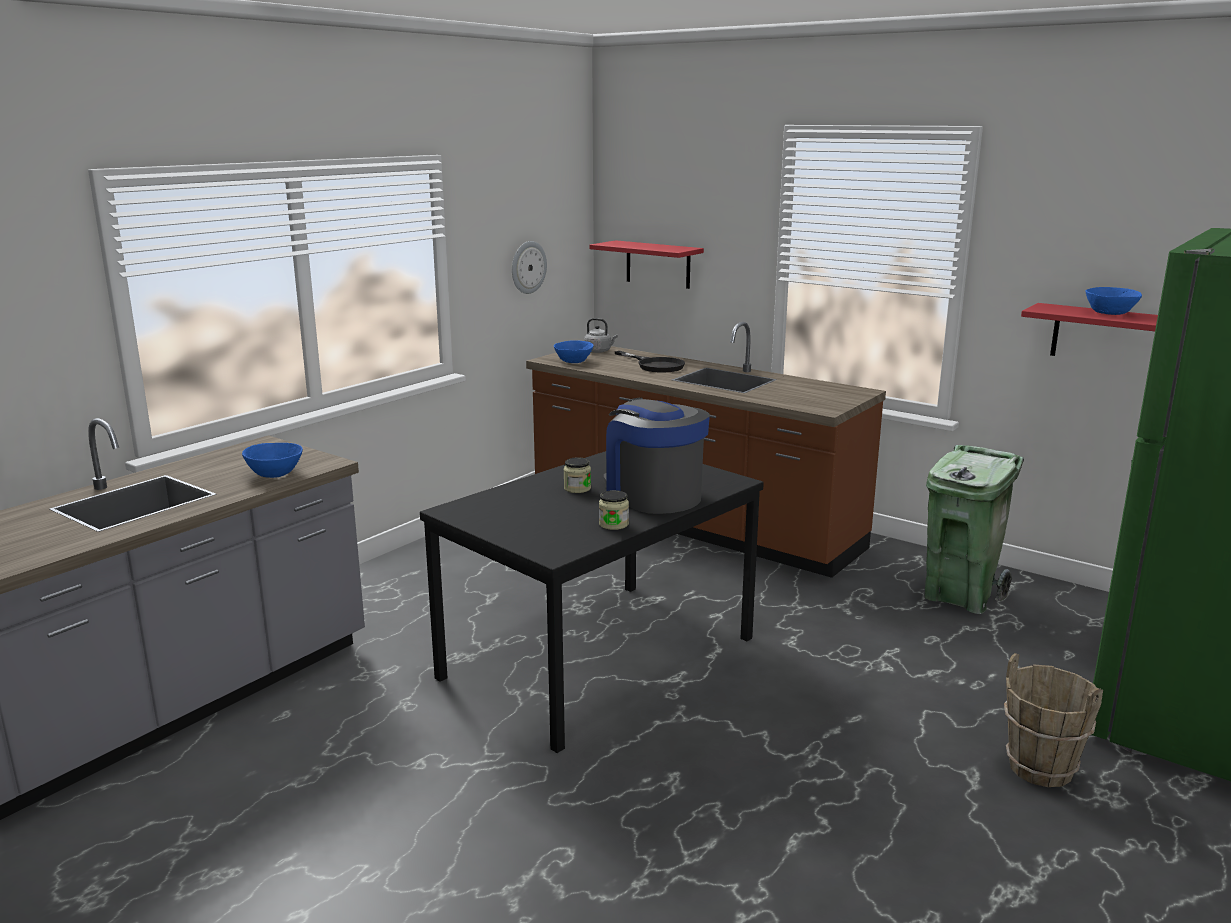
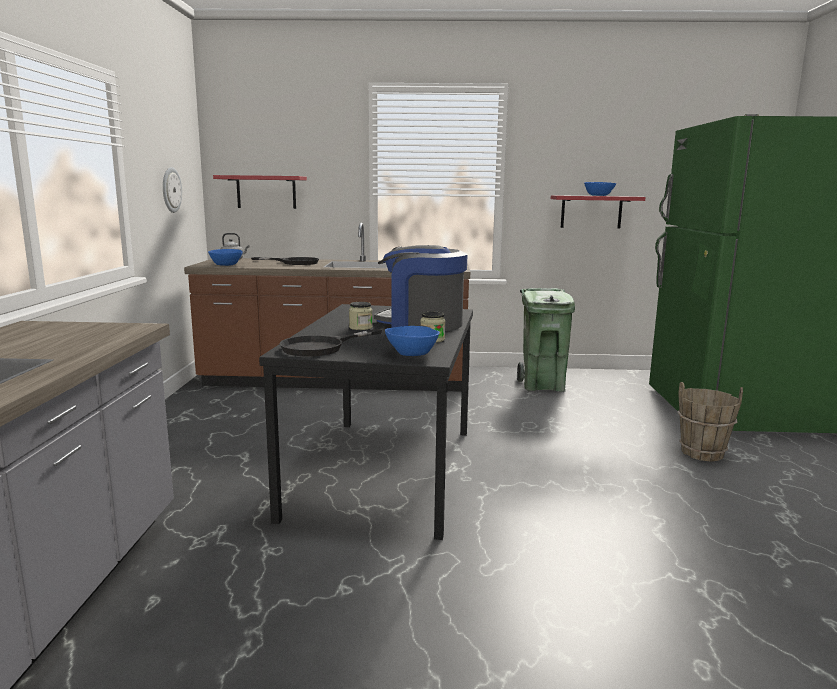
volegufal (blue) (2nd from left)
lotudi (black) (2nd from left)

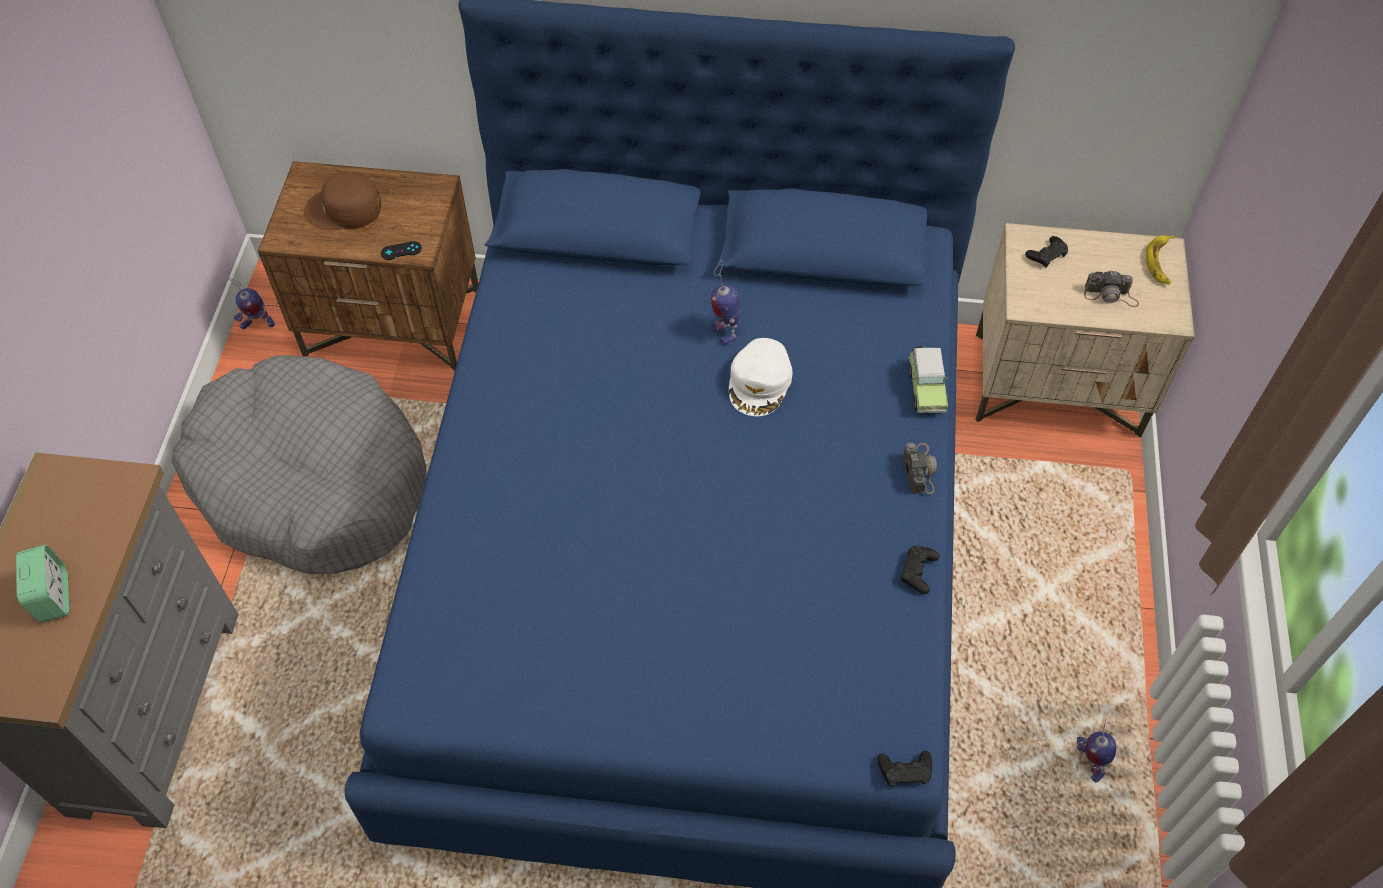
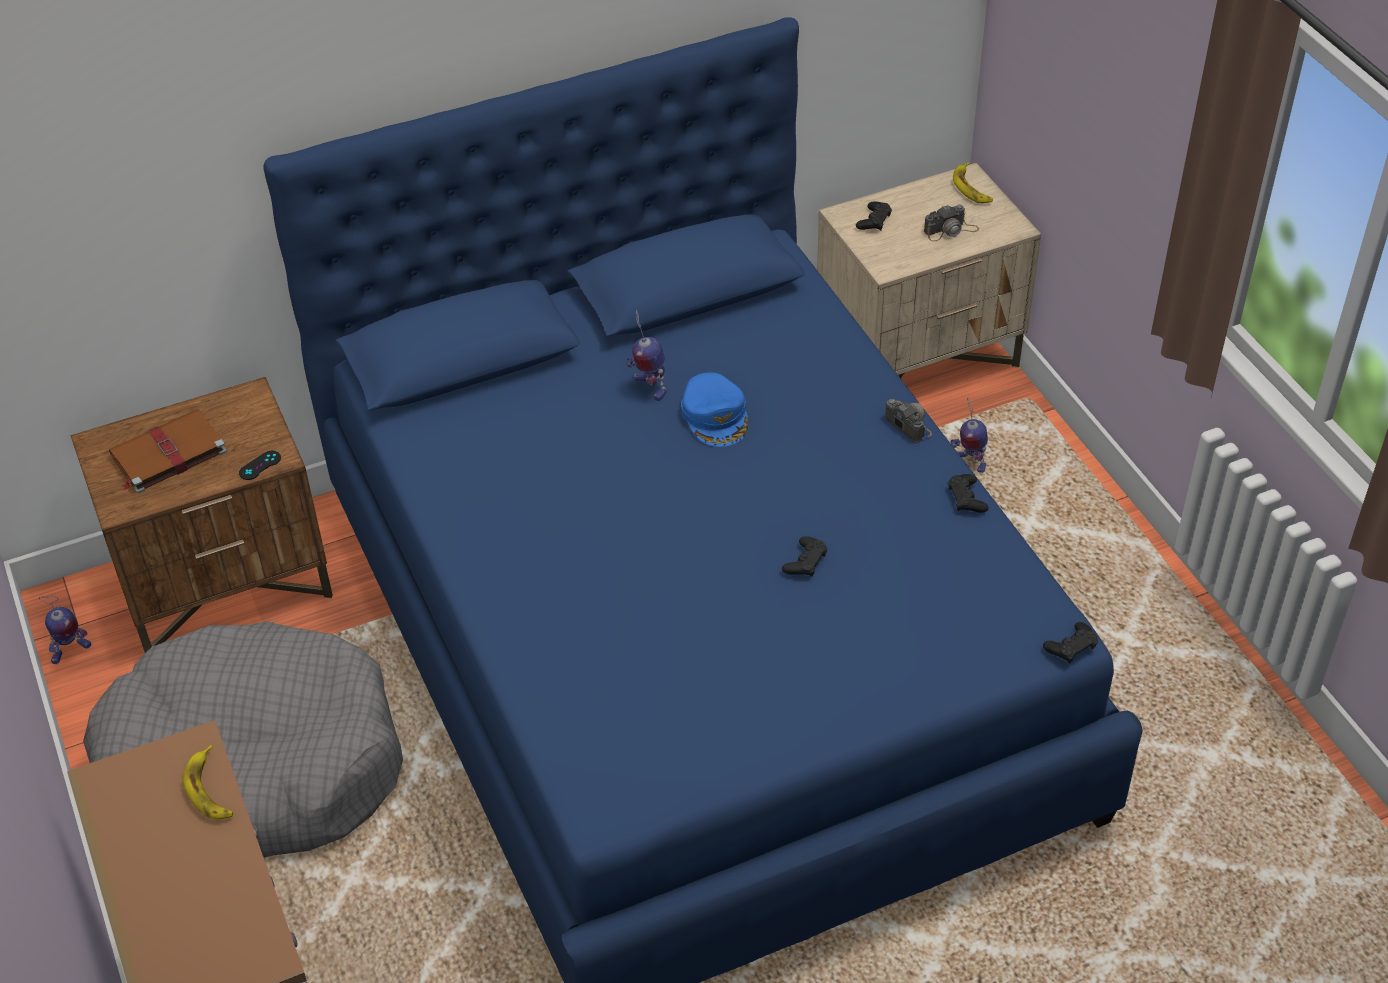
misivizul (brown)
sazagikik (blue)
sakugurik
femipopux
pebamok (3rd from left)
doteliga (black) (2nd from left)
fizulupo (1st from left)

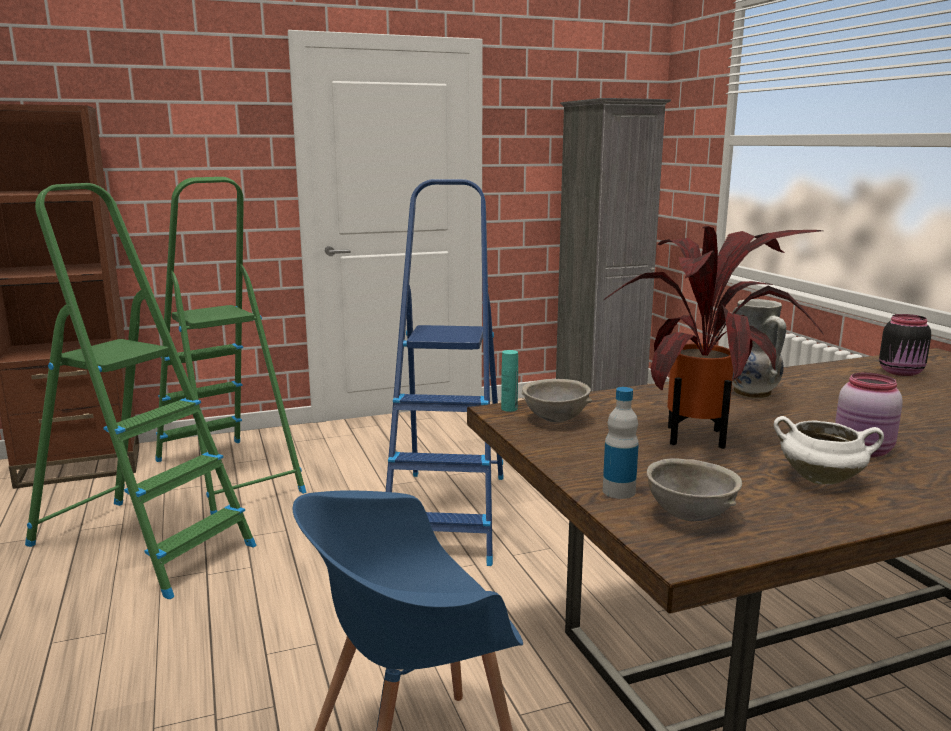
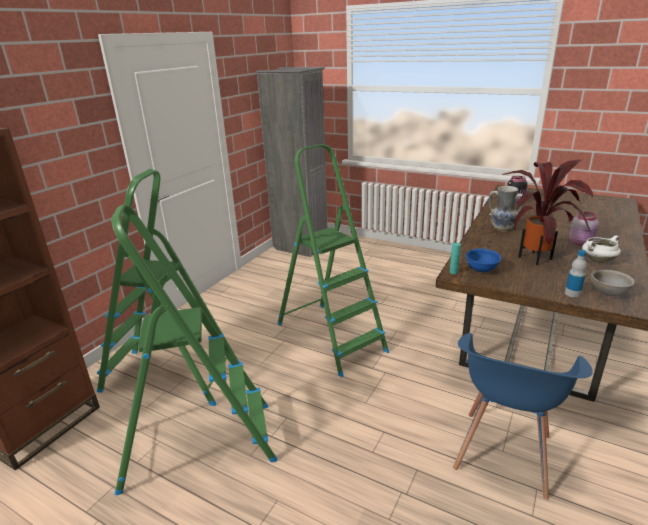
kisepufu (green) (3rd from left)
volegufal (blue)

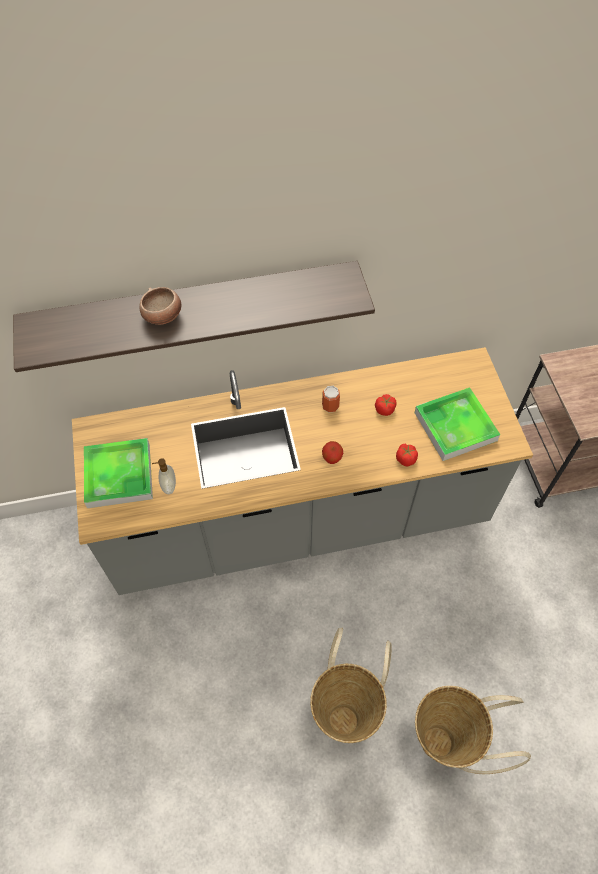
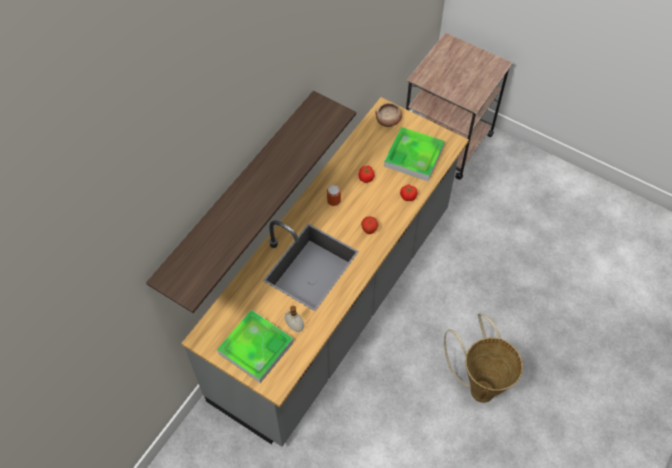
volegufal
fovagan (2nd from left in the first image)

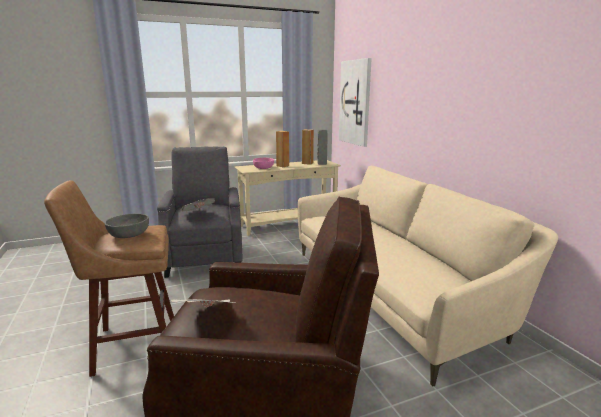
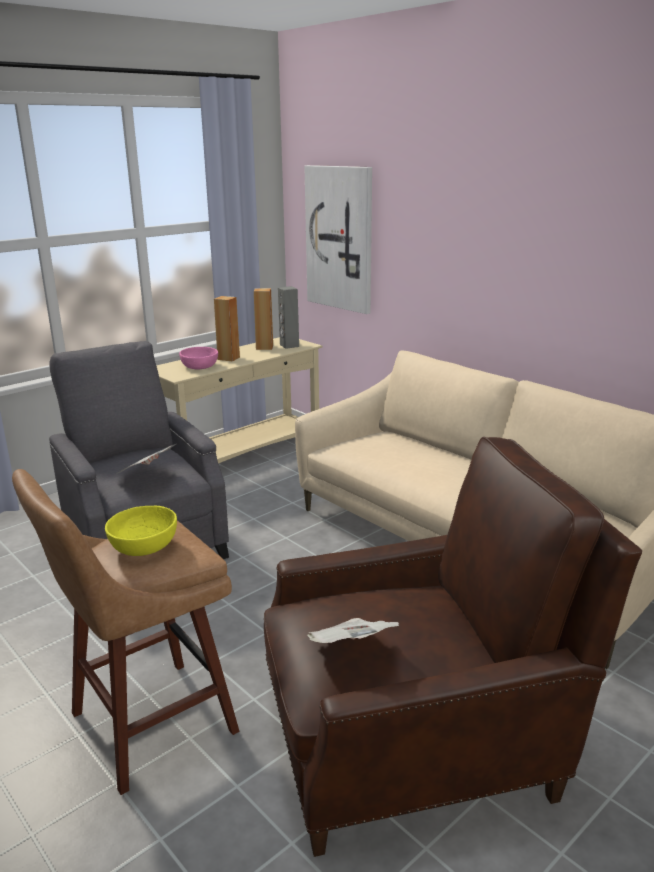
volegufal (yellow)

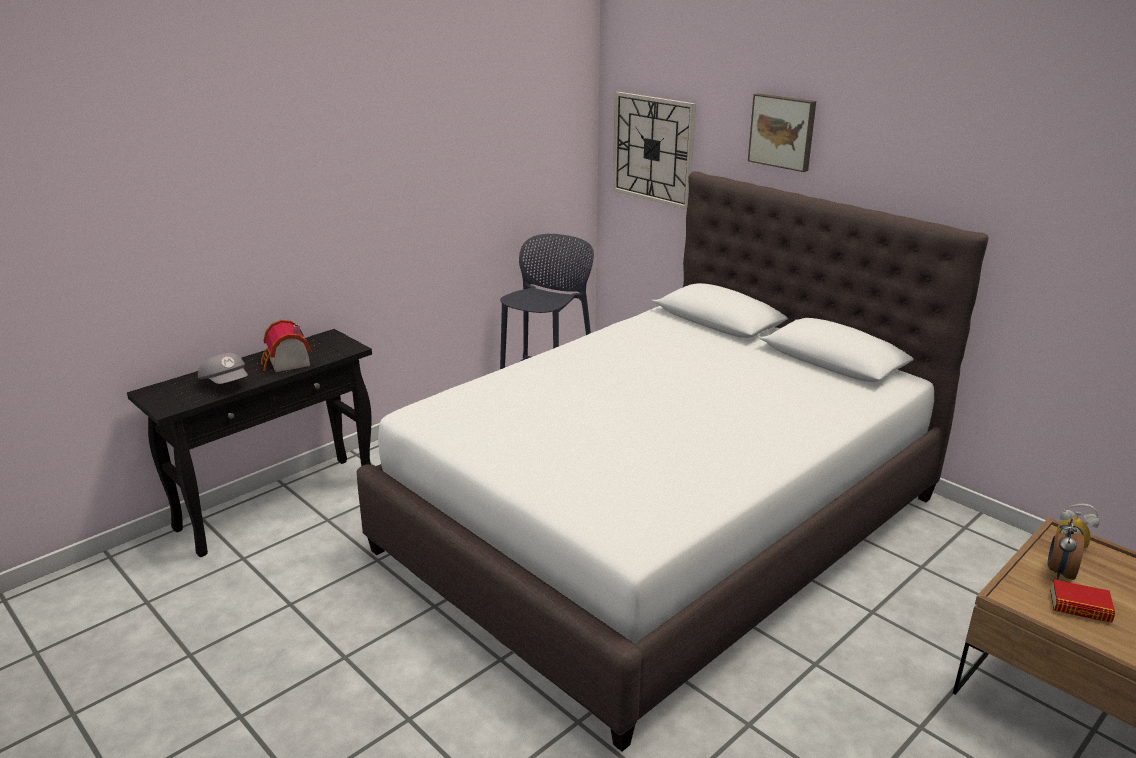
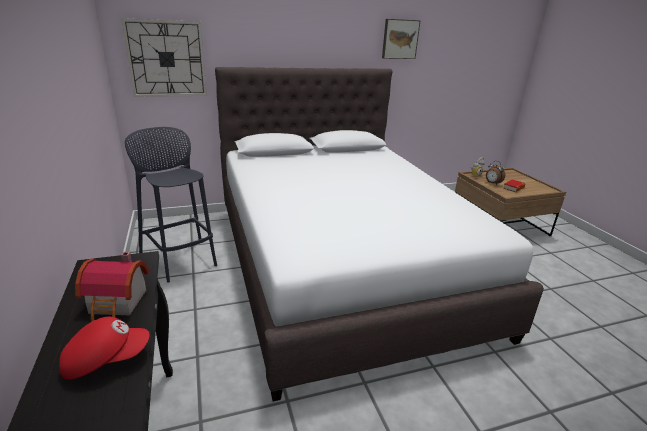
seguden
sazagikik (red)

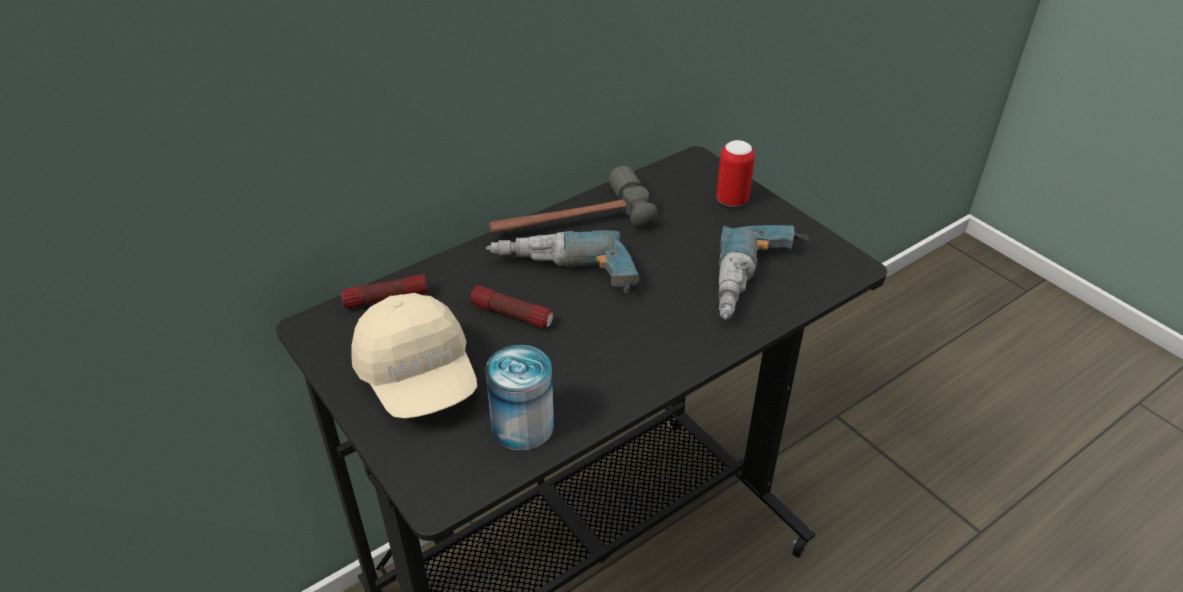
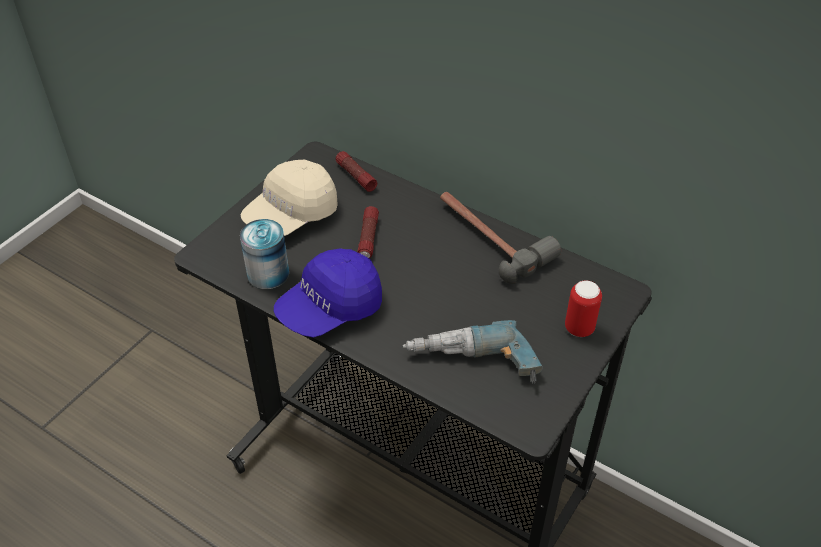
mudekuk (1st from left in the first image)
sazagikik (blue)

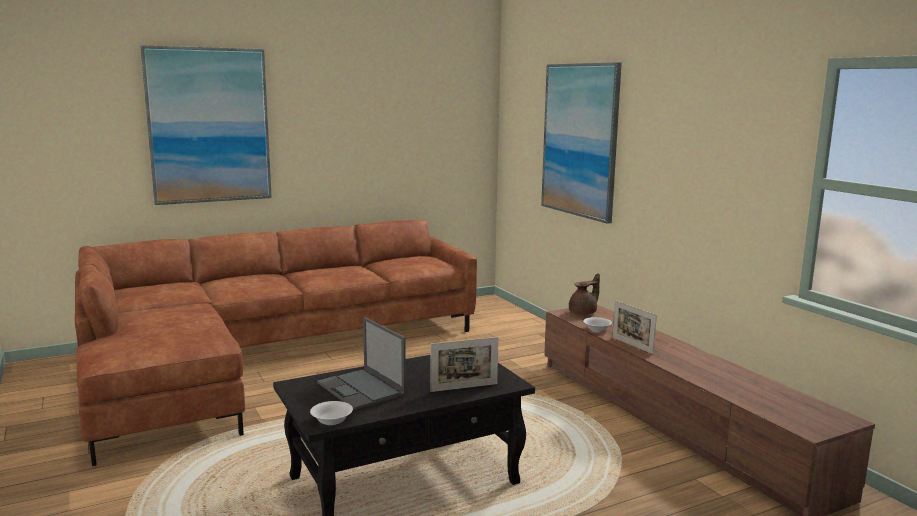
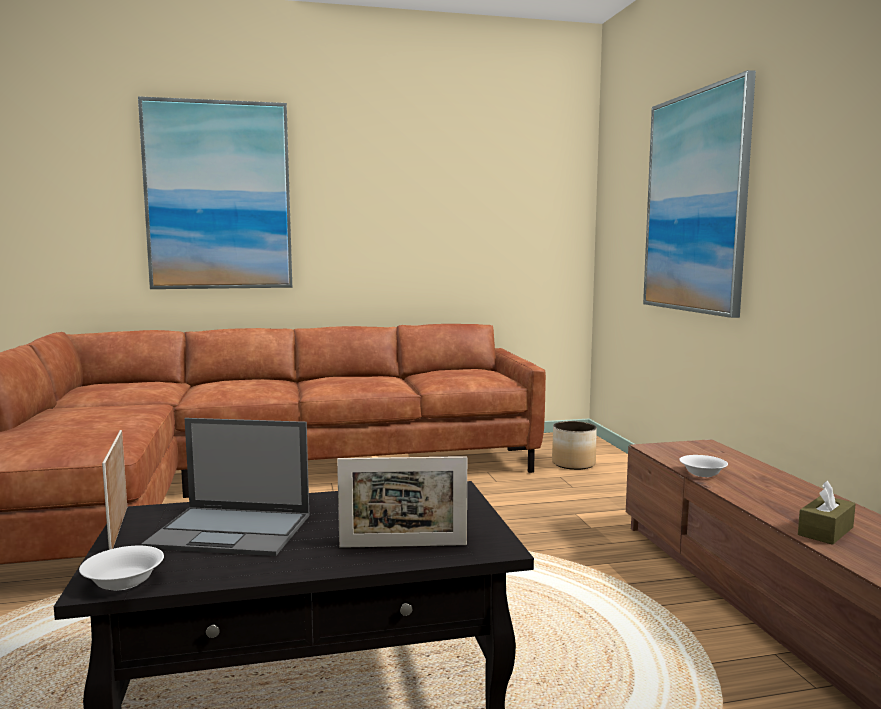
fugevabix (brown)
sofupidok (1st from left)
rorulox
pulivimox
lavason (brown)

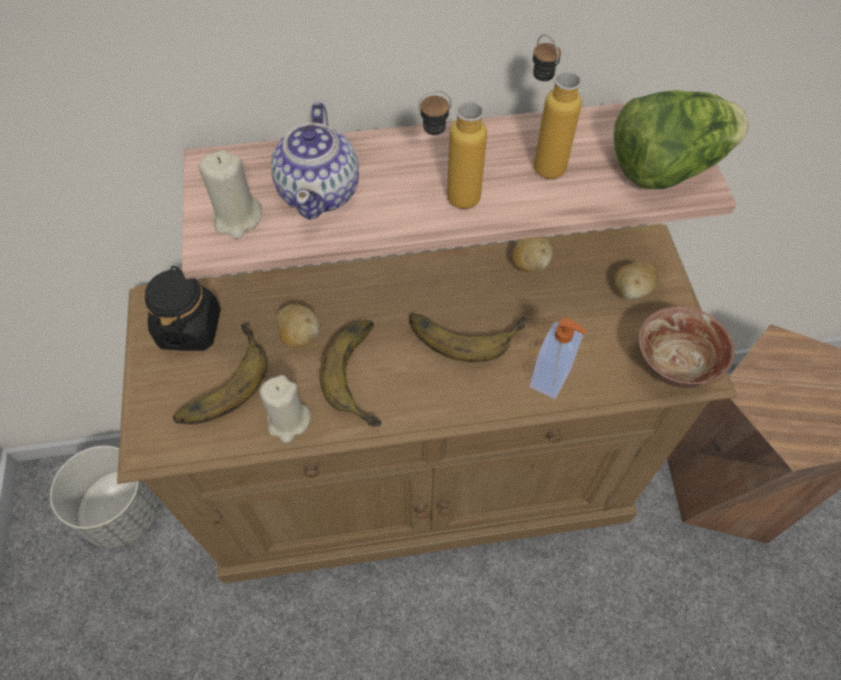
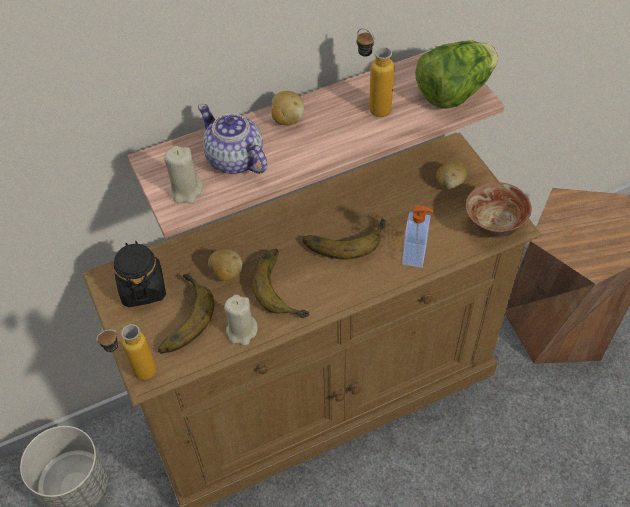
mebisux (1st from left)
fugevabix
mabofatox (2nd from left)

